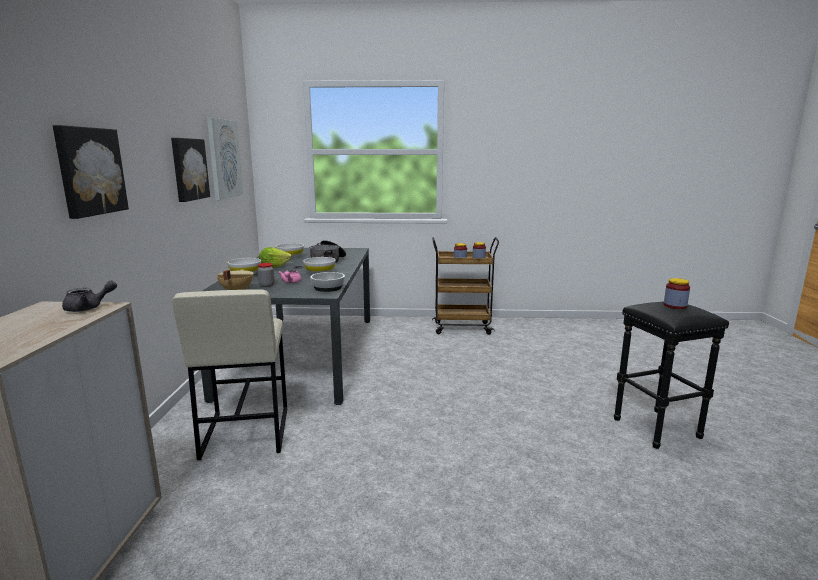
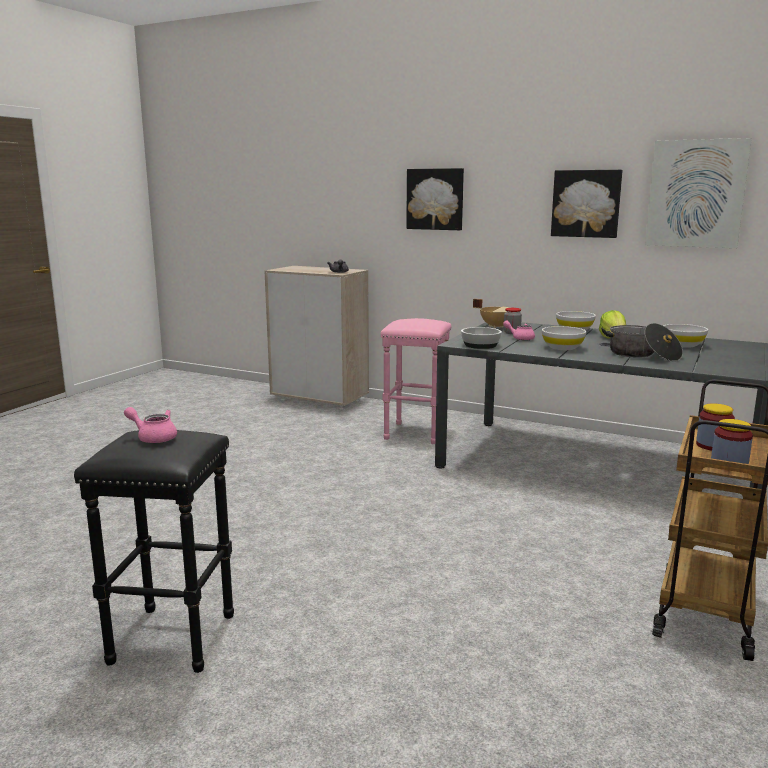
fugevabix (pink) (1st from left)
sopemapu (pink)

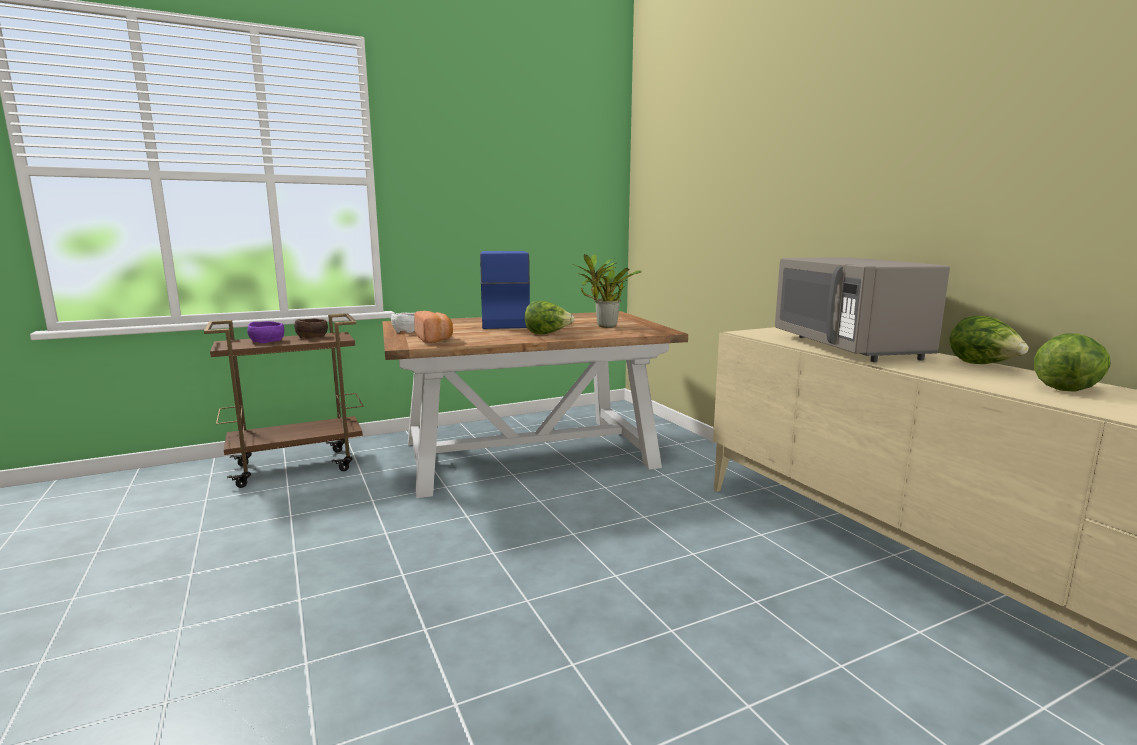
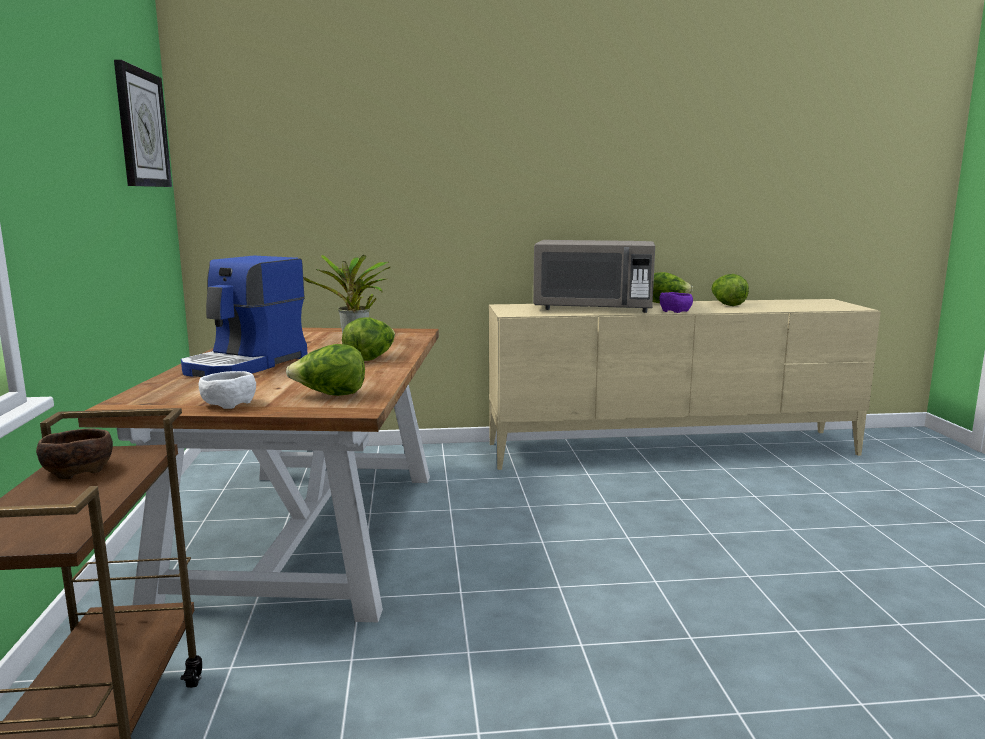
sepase
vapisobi (1st from left)
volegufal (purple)
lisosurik

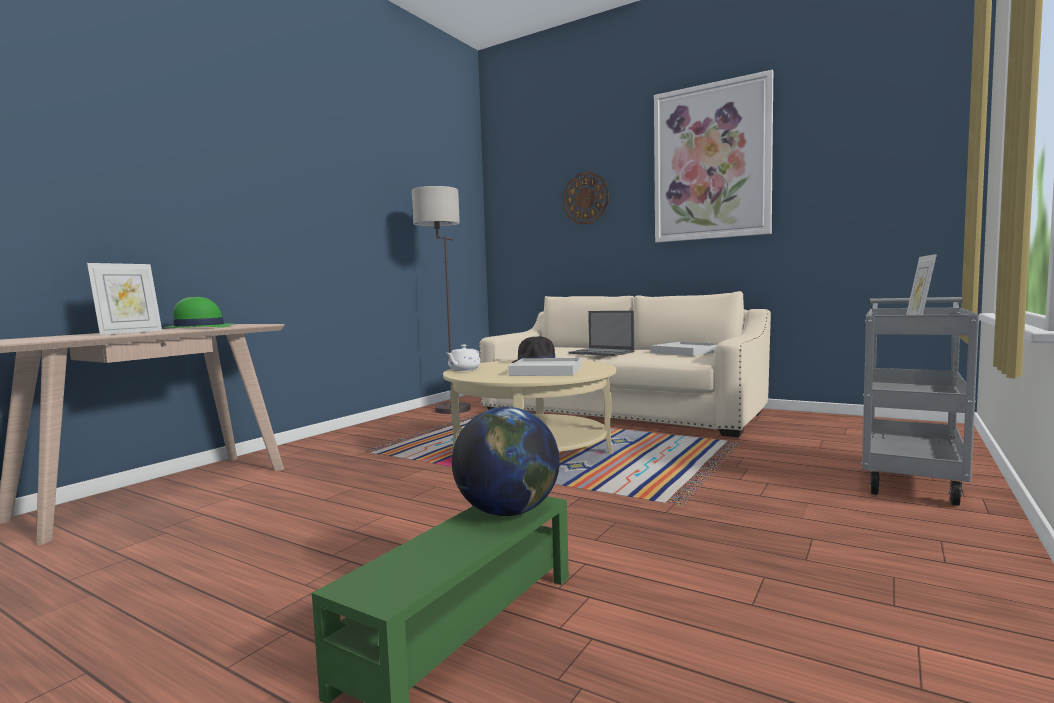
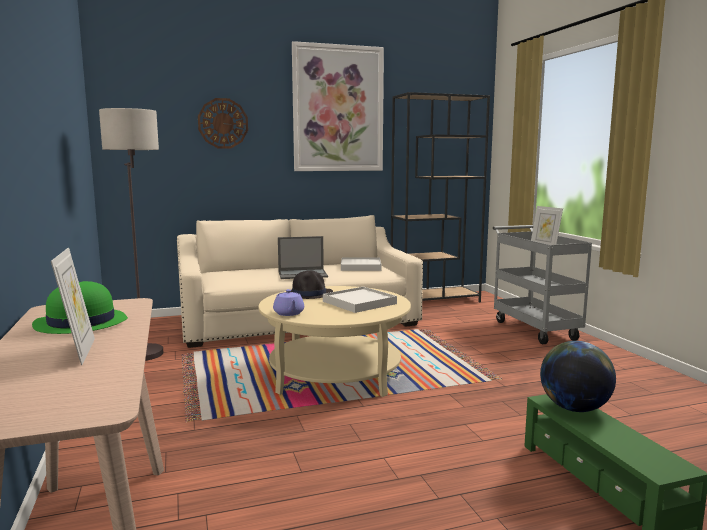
fugevabix (purple)
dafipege

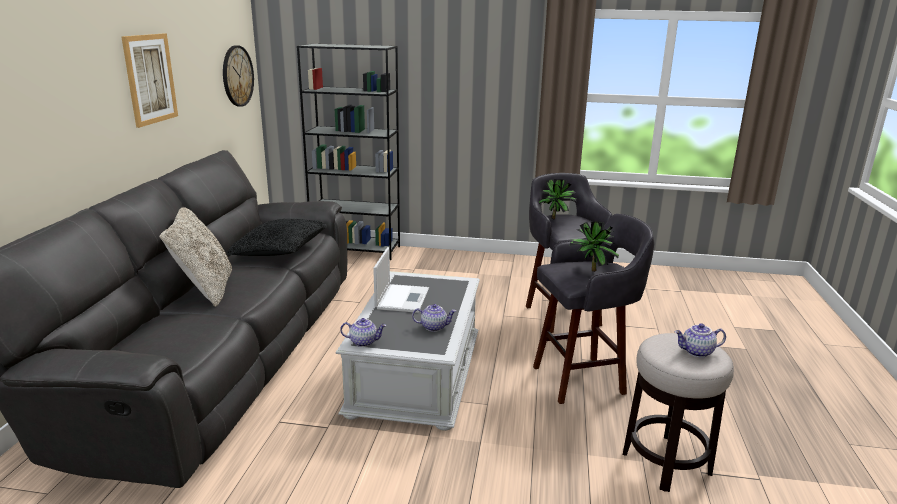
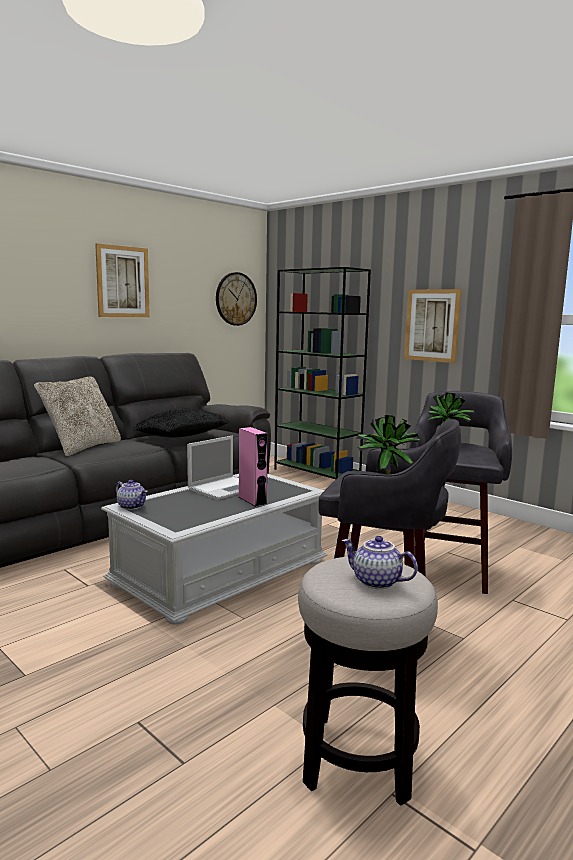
dafipege (green)
fugevabix (2nd from left in the first image)
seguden (2nd from left)
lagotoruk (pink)

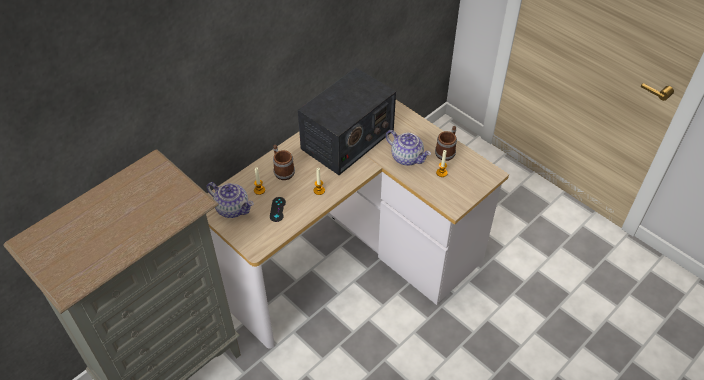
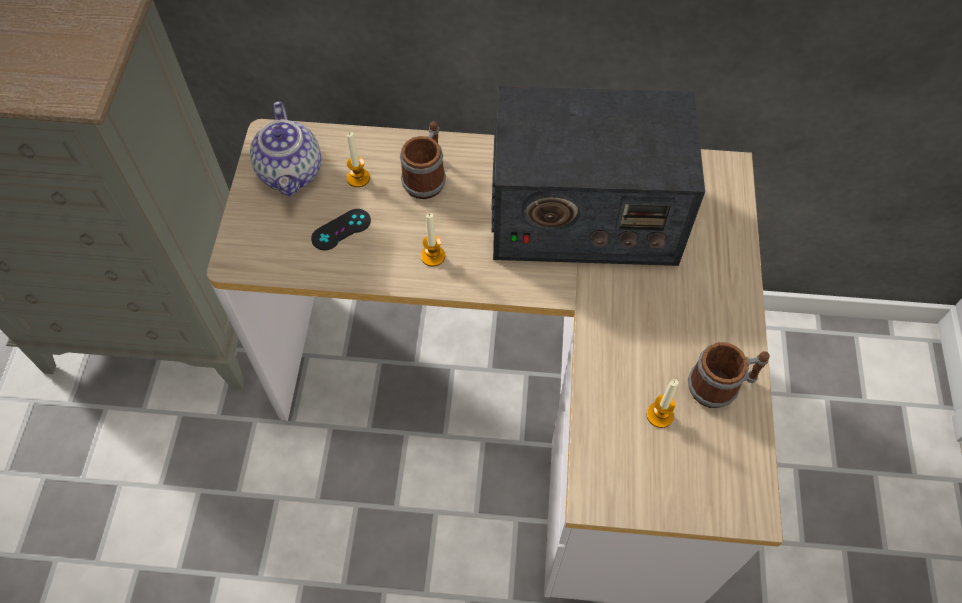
fugevabix (2nd from left in the first image)

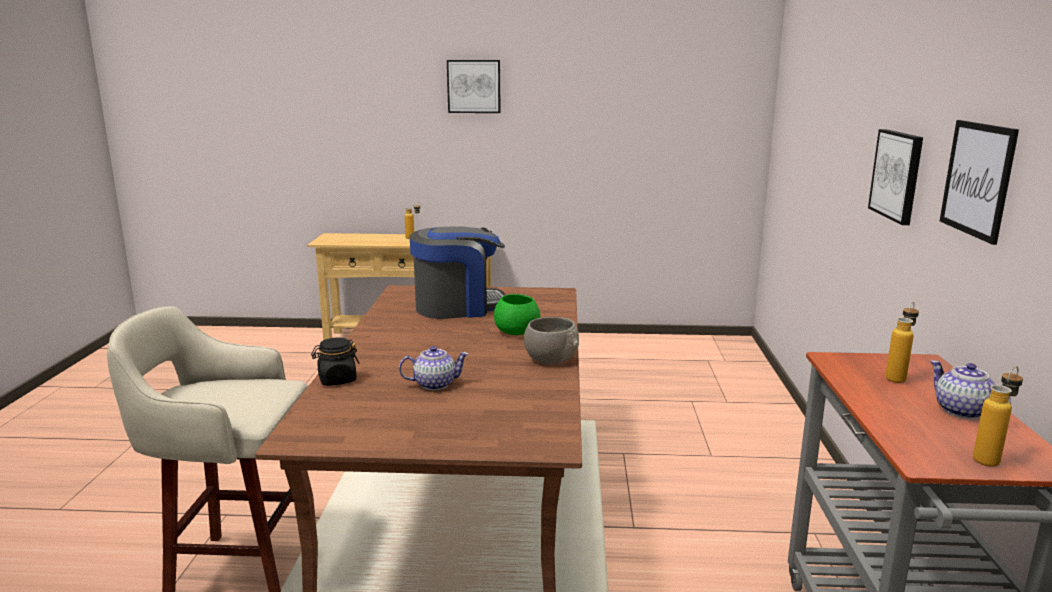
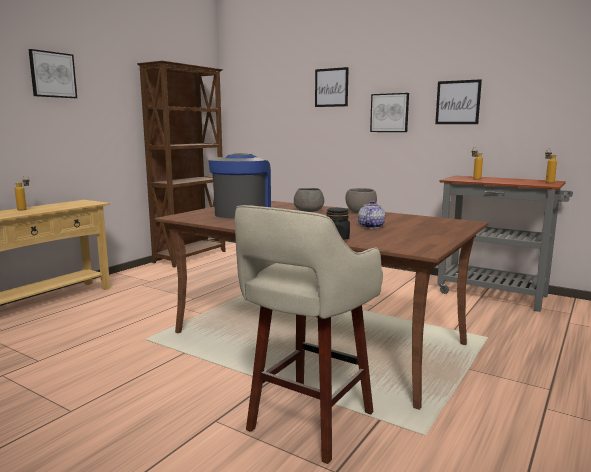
volegufal (grey) (1st from left)
fugevabix (2nd from left in the first image)
dafipege (brown)
seguden (2nd from left)

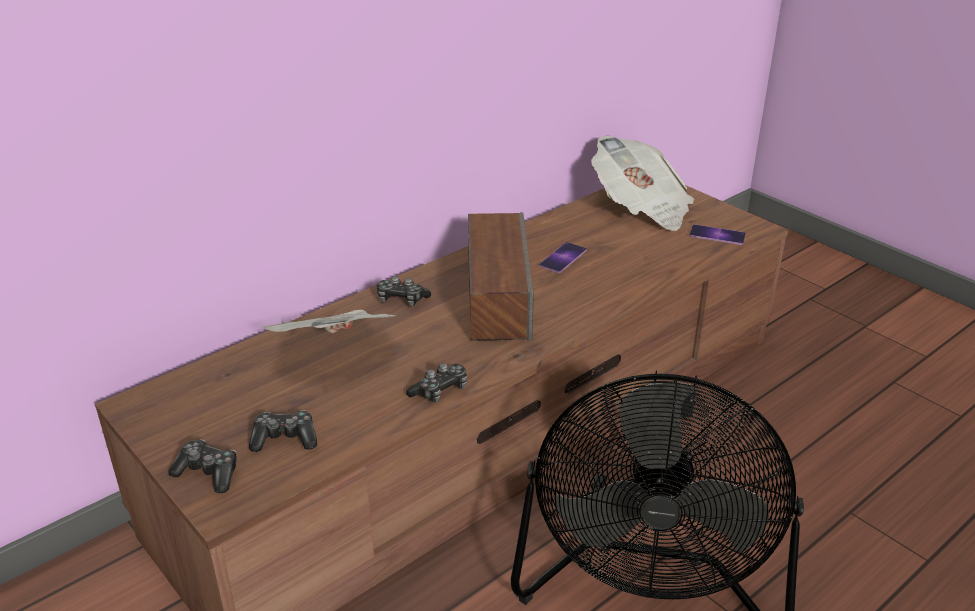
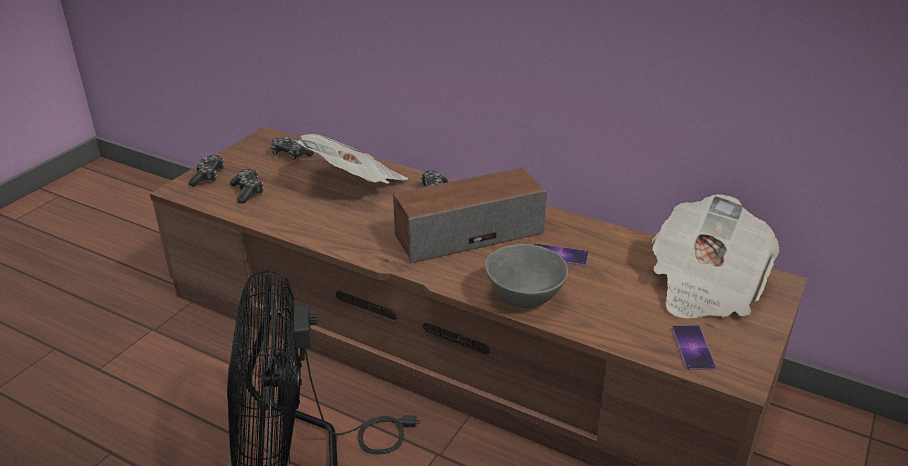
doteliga (3rd from left)
volegufal (grey)

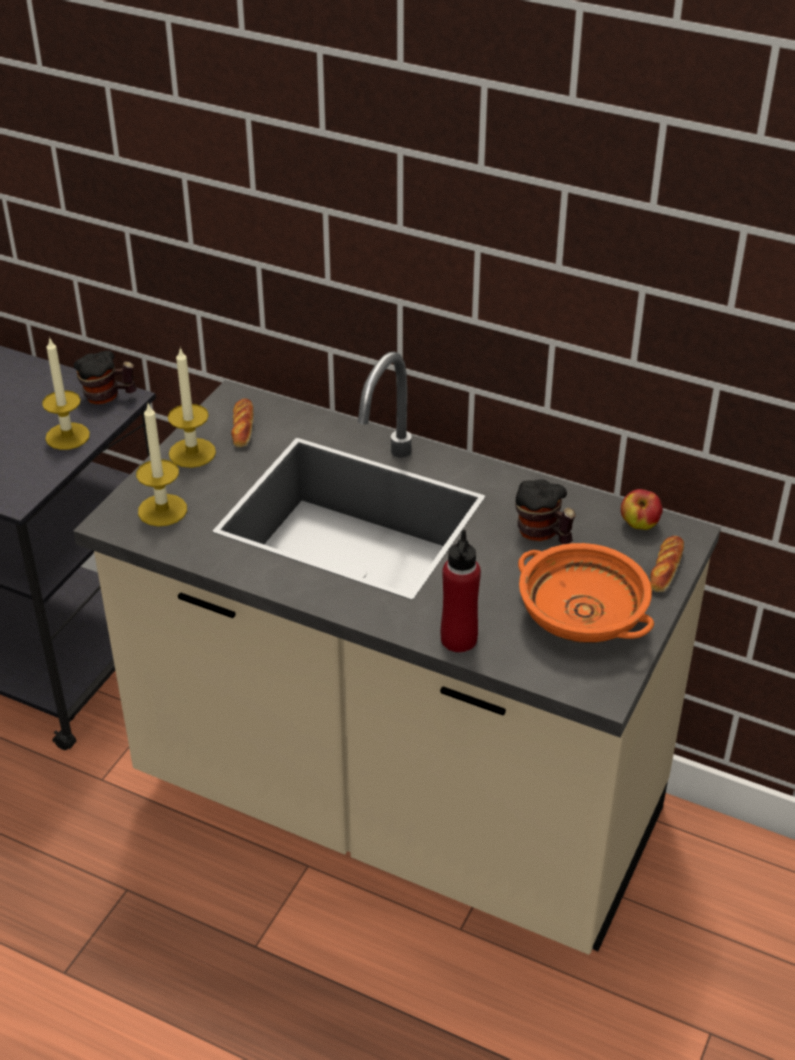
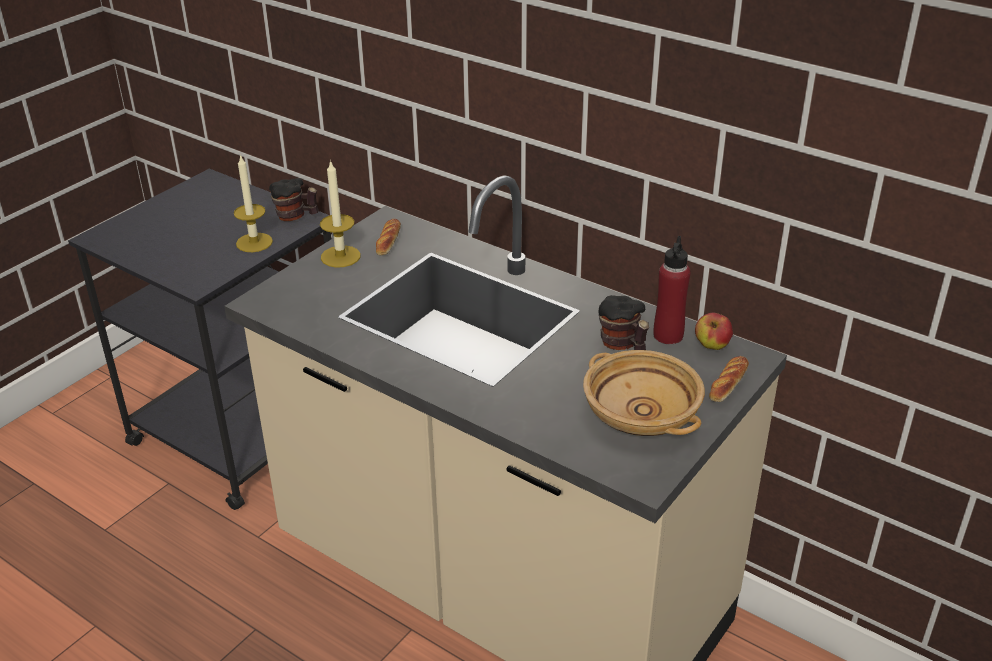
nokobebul (2nd from left in the first image)
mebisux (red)
volegufal (beige)

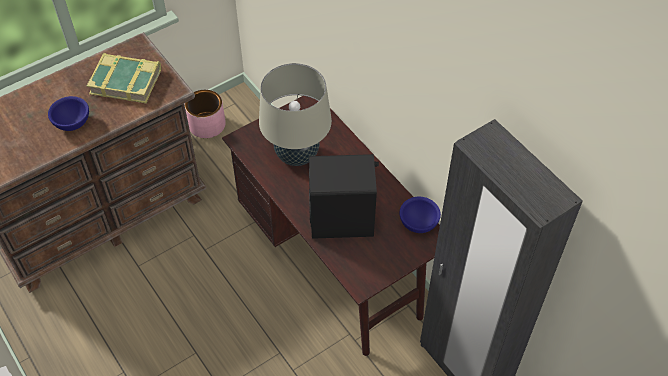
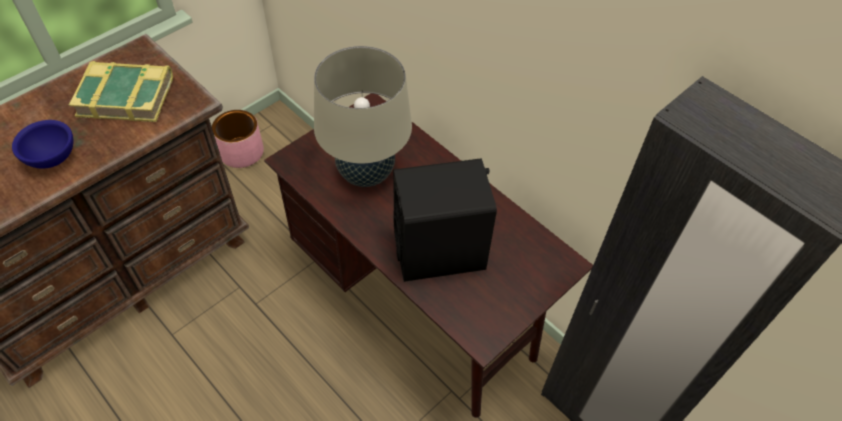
volegufal (blue) (2nd from left in the first image)

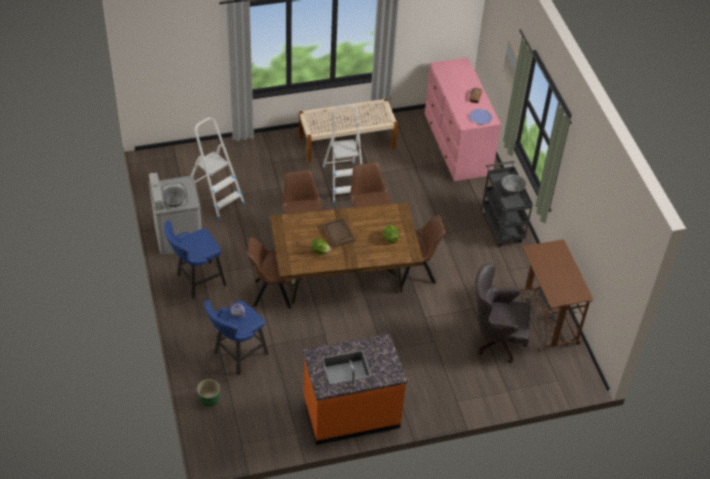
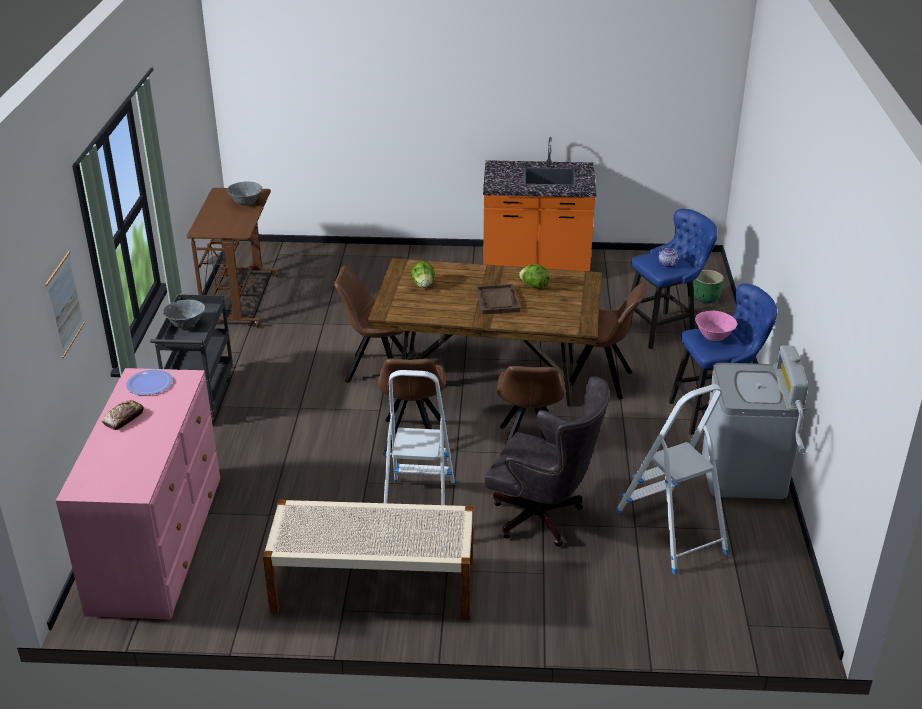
volegufal (grey) (2nd from left)
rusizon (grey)
volegufal (pink)

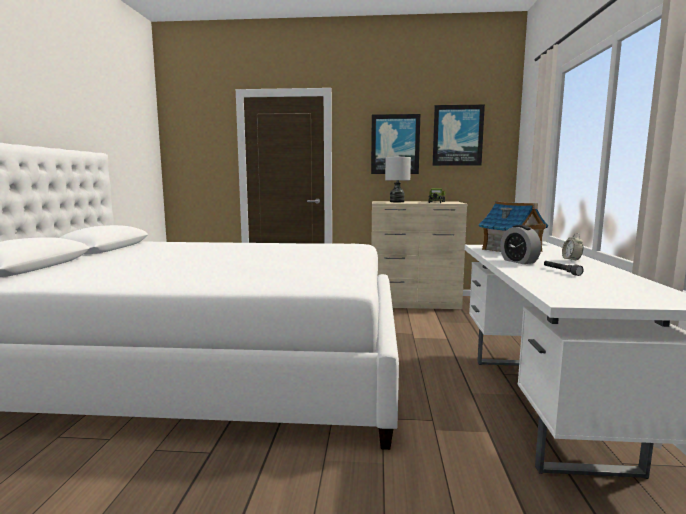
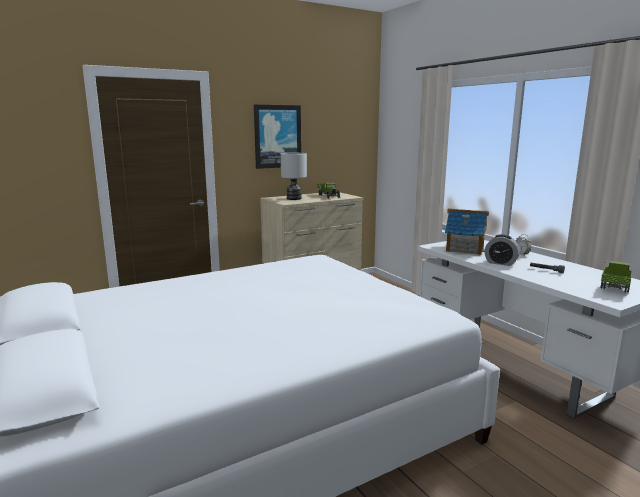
seguden (2nd from left in the first image)
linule (2nd from left)

